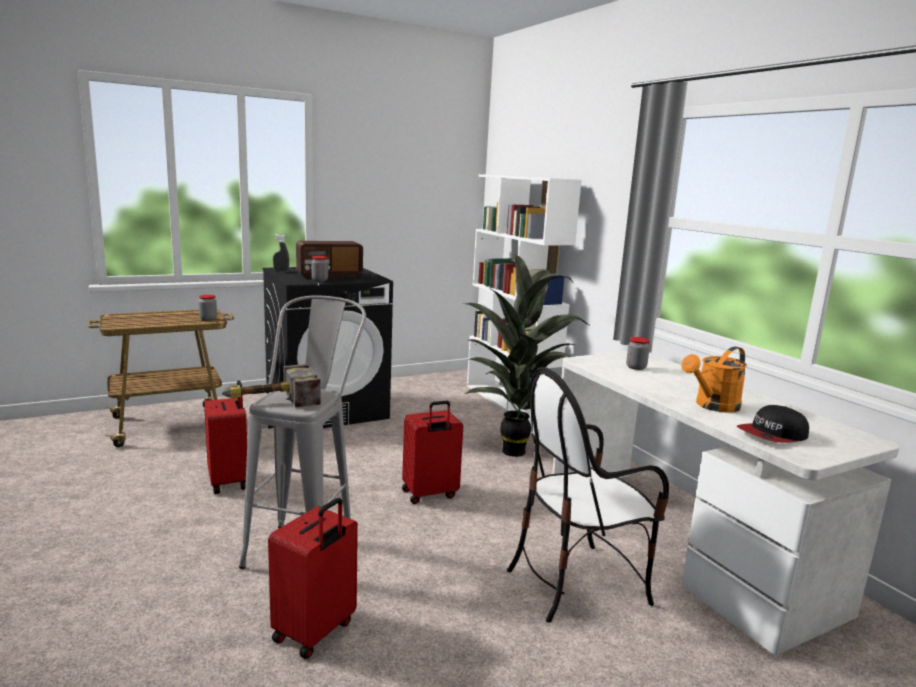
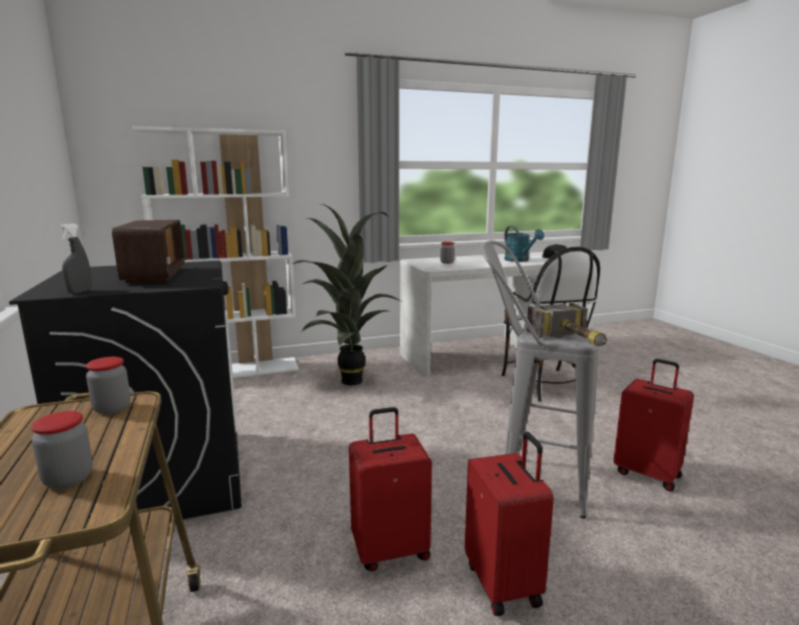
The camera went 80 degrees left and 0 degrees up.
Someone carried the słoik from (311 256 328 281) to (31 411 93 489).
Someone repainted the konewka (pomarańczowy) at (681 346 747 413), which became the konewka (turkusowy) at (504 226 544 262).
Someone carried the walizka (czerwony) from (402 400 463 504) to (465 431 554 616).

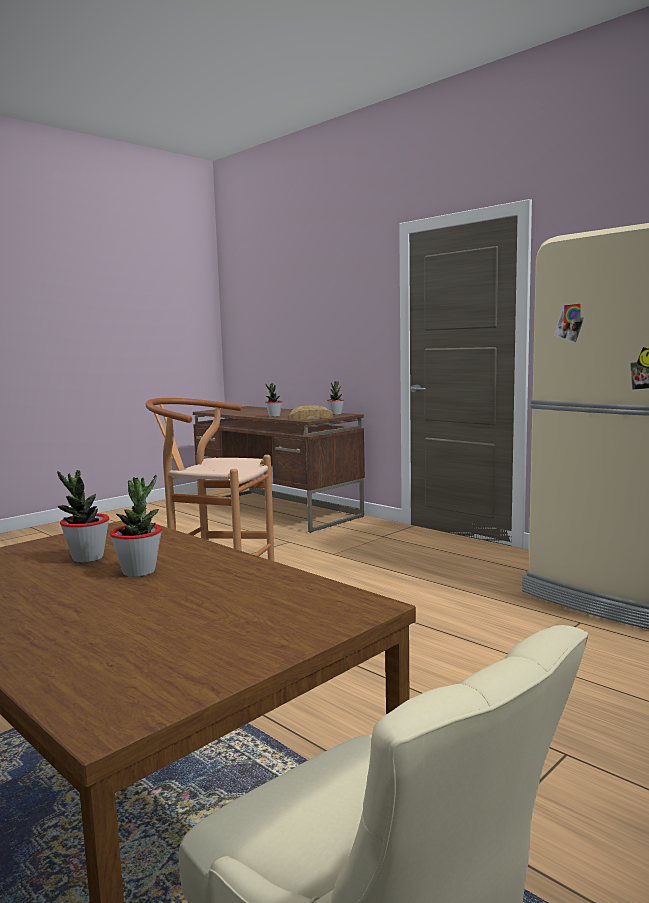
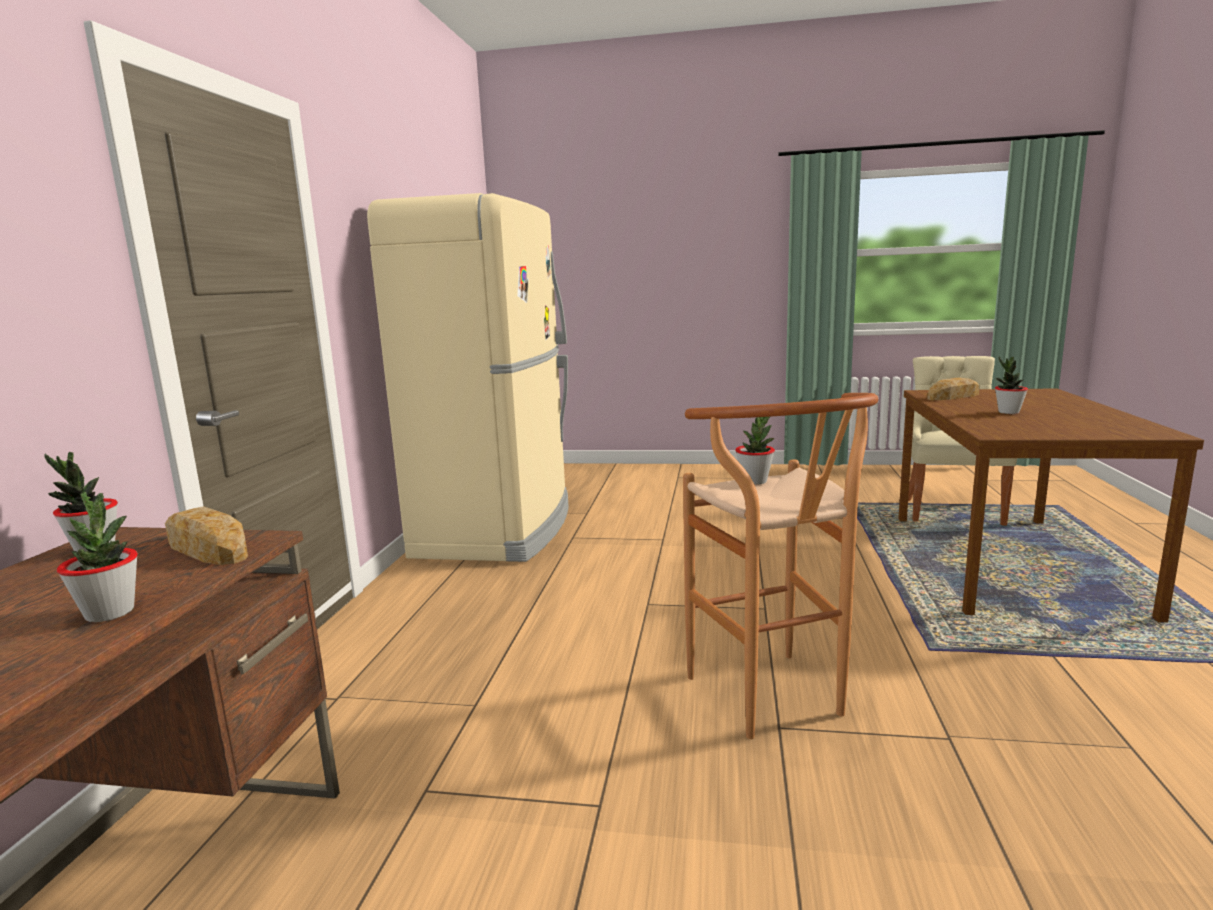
The camera went 125 degrees left and 5 degrees up.
Someone carried the roślina doniczkowa from (57 470 109 563) to (735 417 775 485).
Someone put down the chleb at (927 377 980 400).

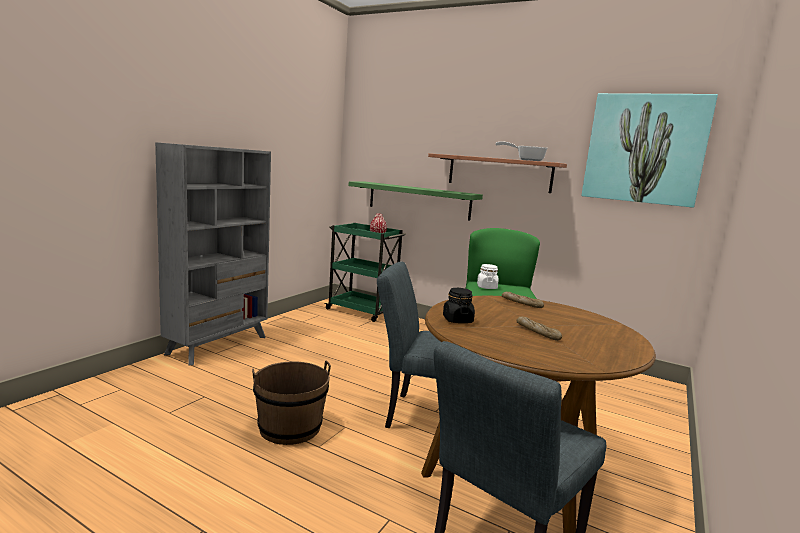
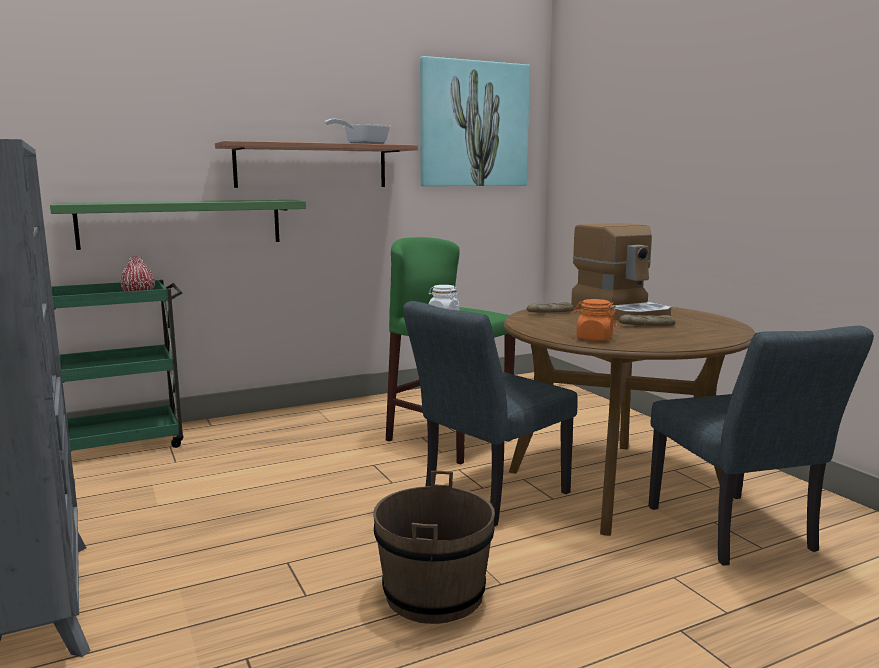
The camera went 55 degrees left and 0 degrees up.
Someone repainted the słoik (czarny) at (443 288 475 323), which became the słoik (pomarańczowy) at (574 299 617 341).
Someone put down the ekspres do kawy at (571 223 671 321).

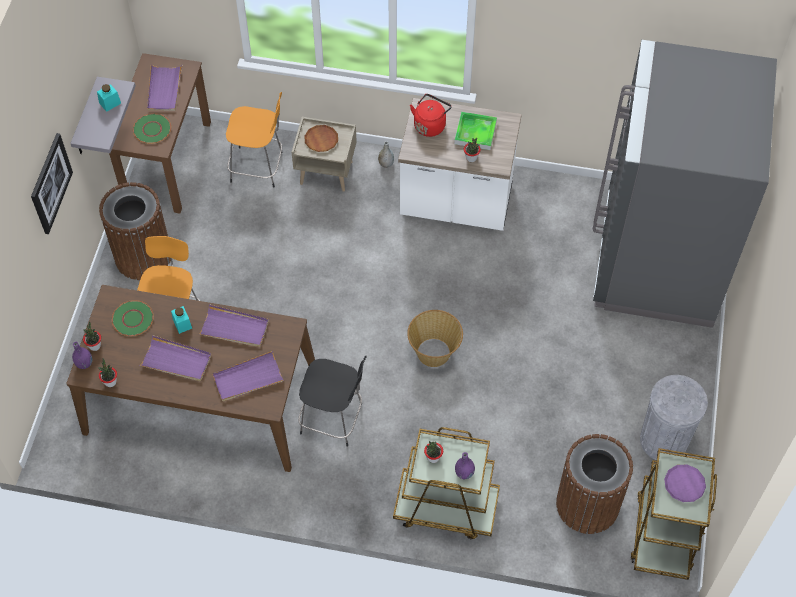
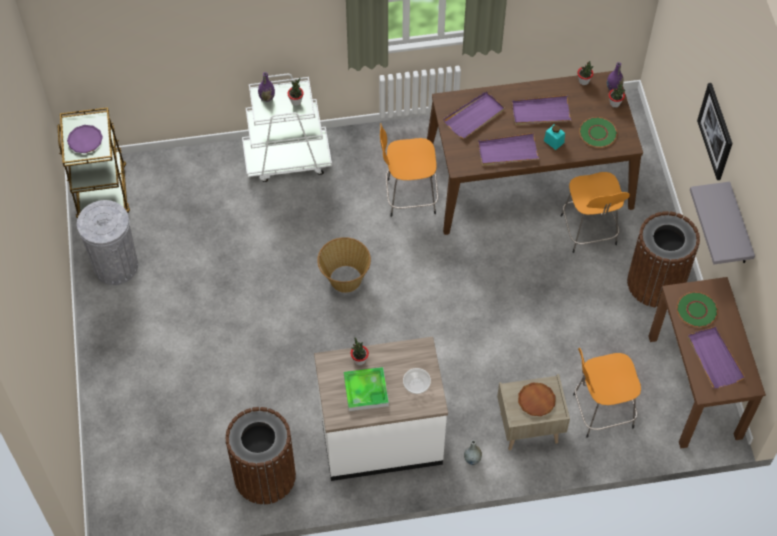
The camera went 160 degrees right and 0 degrees up.
Someone took away the lodówka (szary) at (593 40 777 328).
Someone took away the słoik (turkusowy) at (97 84 121 112).
Someone swapped the czajnik (czerwony) at (410 94 452 137) for the miska at (403 368 431 394).
Someone repainted the stołek (czarny) at (298 356 367 447), which became the stołek (pomarańczowy) at (380 123 438 217).
Someone repainted the wózek (brązowy) at (393 427 500 539), which became the wózek (biały) at (242 74 332 182).
Someone carried the kosz na śmieci (brązowy) from (556 434 633 534) to (225 407 296 504).

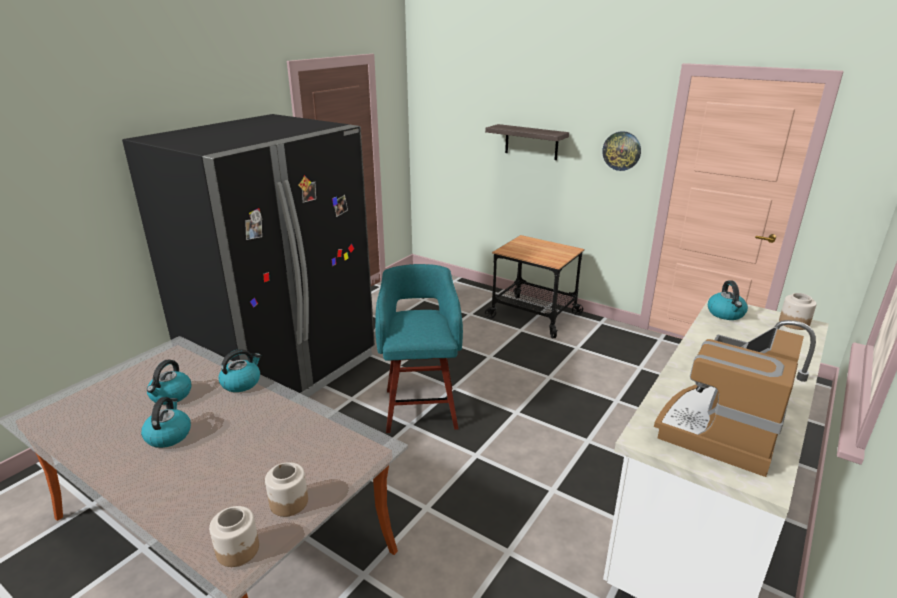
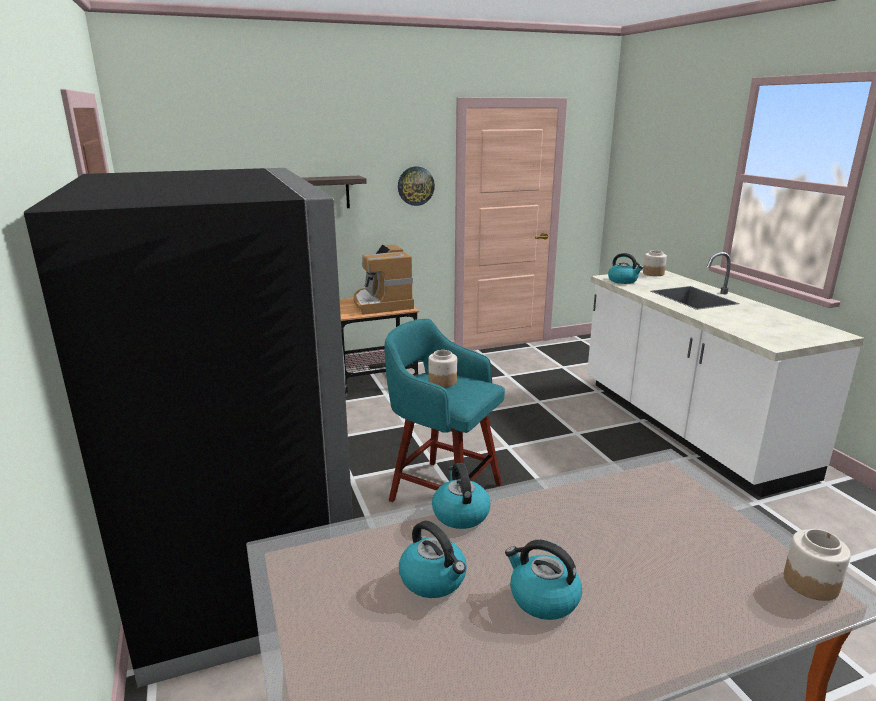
The camera went 55 degrees left and 5 degrees down.
Someone carried the ekspres do kawy from (654 327 804 477) to (353 245 414 315).
Someone carried the słoik from (265 462 308 517) to (428 350 457 387).

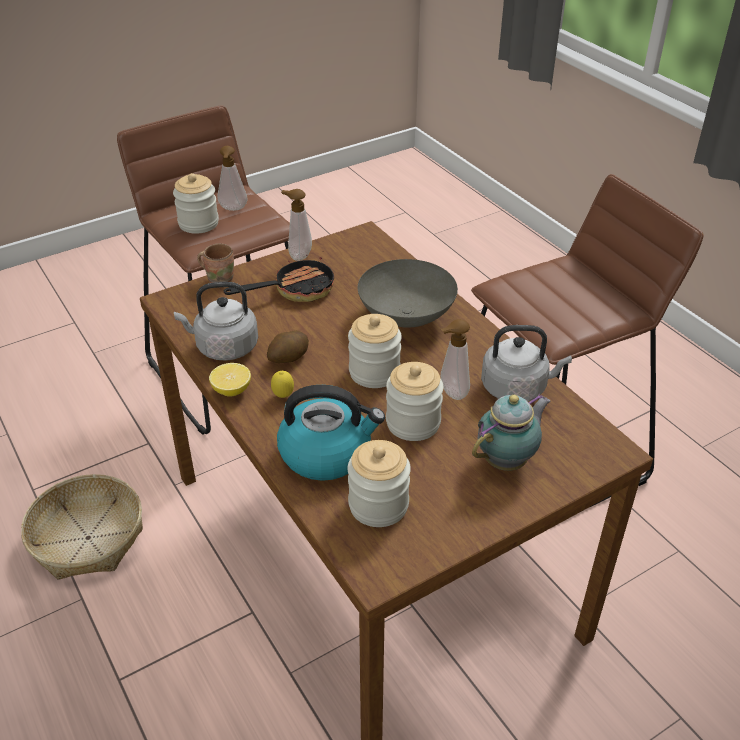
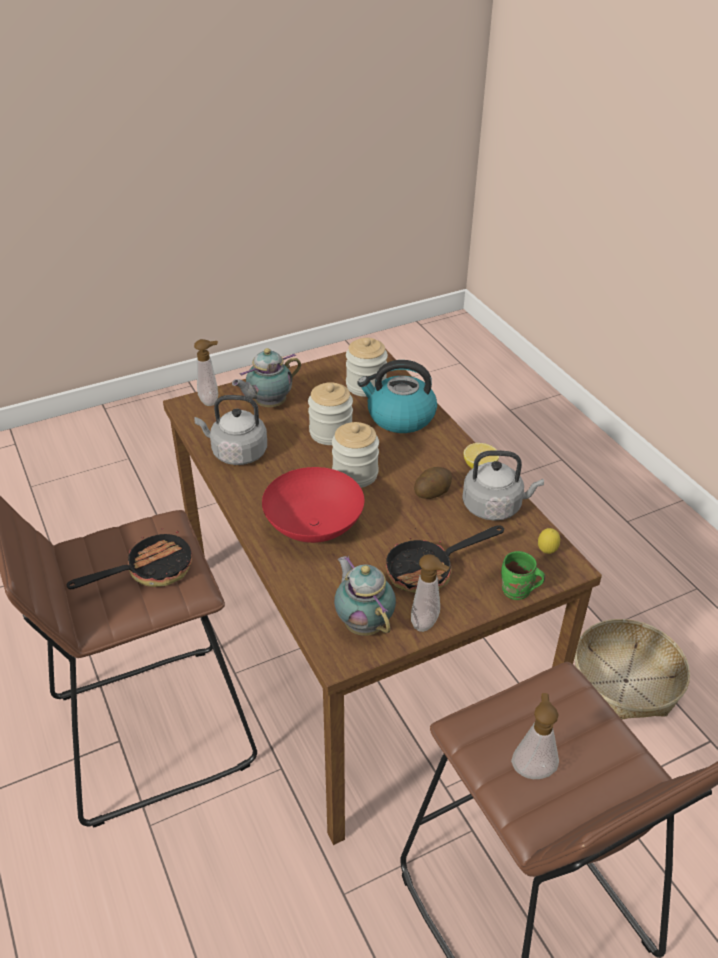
The camera went 175 degrees left and 0 degrees up.
Someone took away the słoik at (173 173 219 234).
Someone repainted the kubek (brązowy) at (197 243 234 283), which became the kubek (zielony) at (501 551 545 600).
Someone repainted the miska (szary) at (358 259 458 328), which became the miska (czerwony) at (262 467 364 543).
Someone carried the dozownik mydła from (441 319 470 400) to (194 339 218 406).
Someone carried the cytryna from (271 371 294 398) to (538 528 560 554).
Someone put down the patelnia at (67 528 192 589).
Someone put down the imbryk at (334 556 396 636).

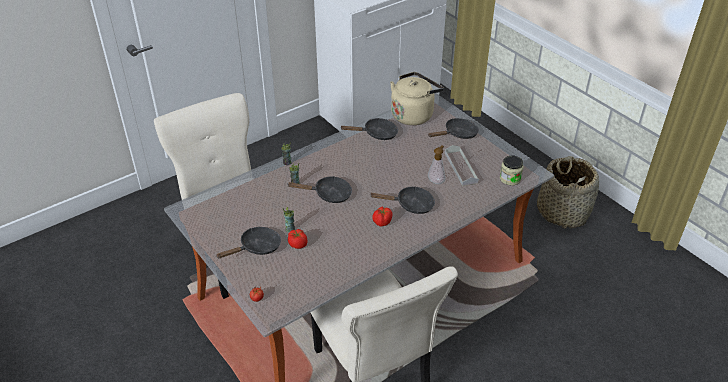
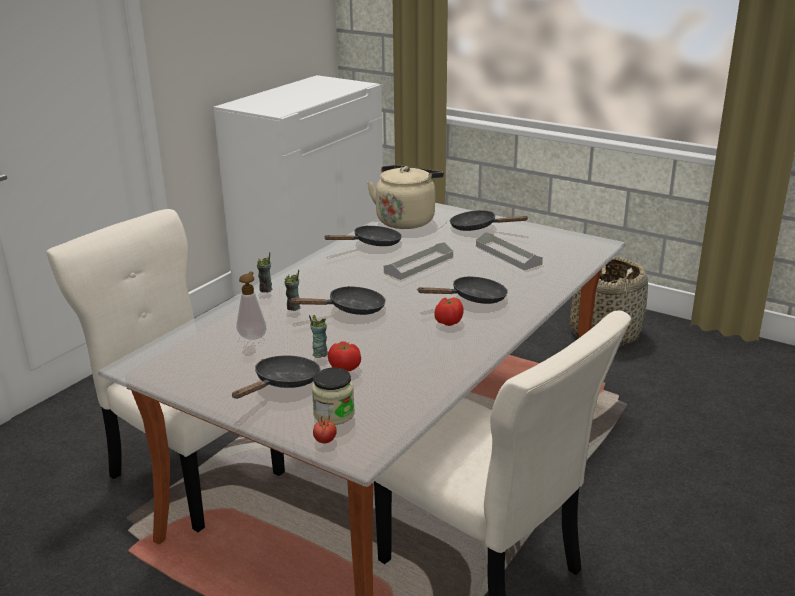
The camera went 20 degrees left and 15 degrees down.
Someone rotated the patelnia (czarny) at (428 118 479 139) by 105 degrees counterclockwise.
Someone carried the dozownik mydła from (428 145 445 184) to (236 272 266 340).
Someone carried the słoik from (500 155 524 185) to (312 368 355 425).
Someone put down the taca (szary) at (384 242 453 280).

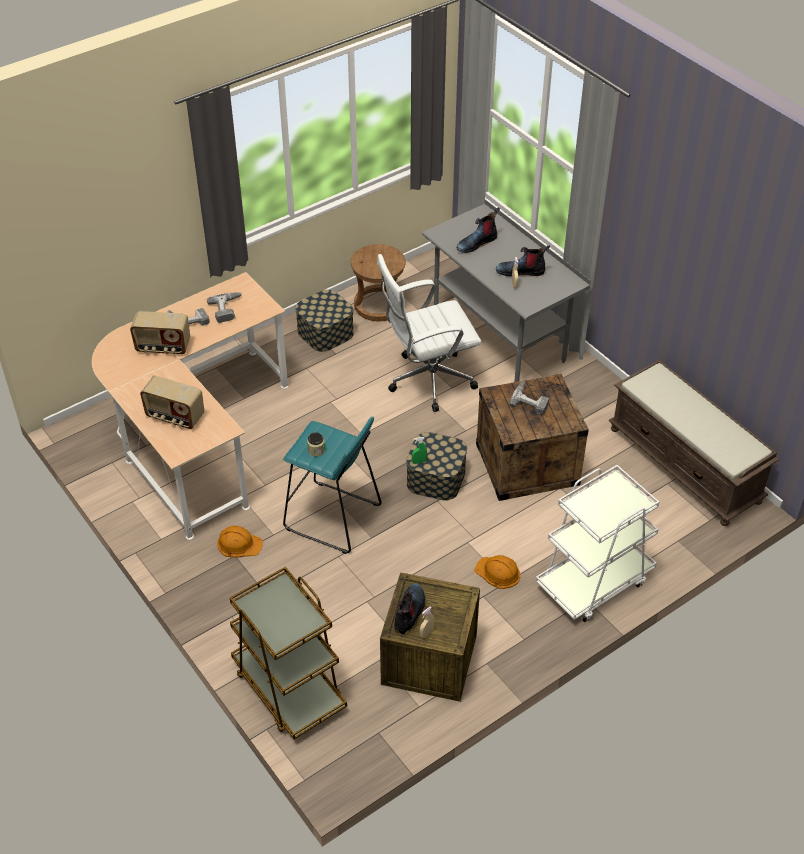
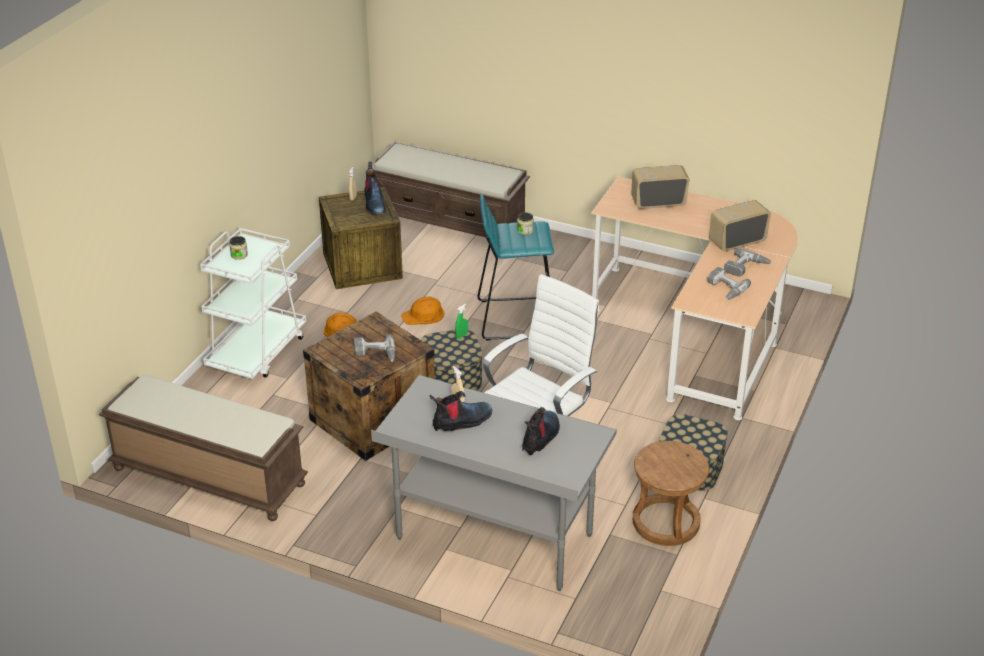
The camera went 150 degrees right and 10 degrees down.
Someone carried the kask (pomarańczowy) from (217 526 263 558) to (401 296 445 325).
Someone swapped the wózek (brązowy) at (230 567 347 739) for the ławka (brązowy) at (372 141 530 237).
Someone put down the słoik at (229 236 248 260).

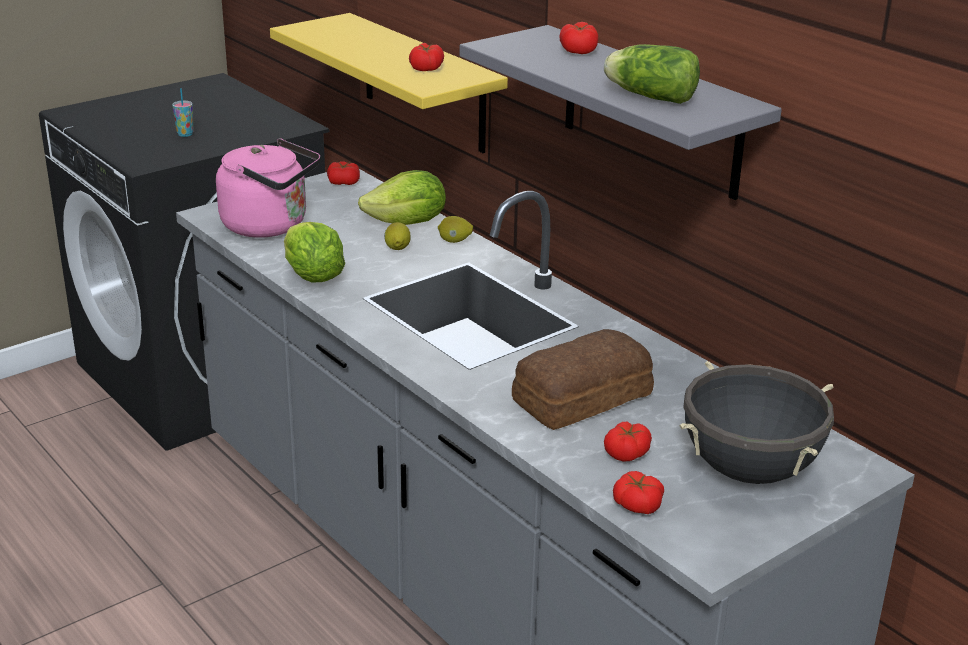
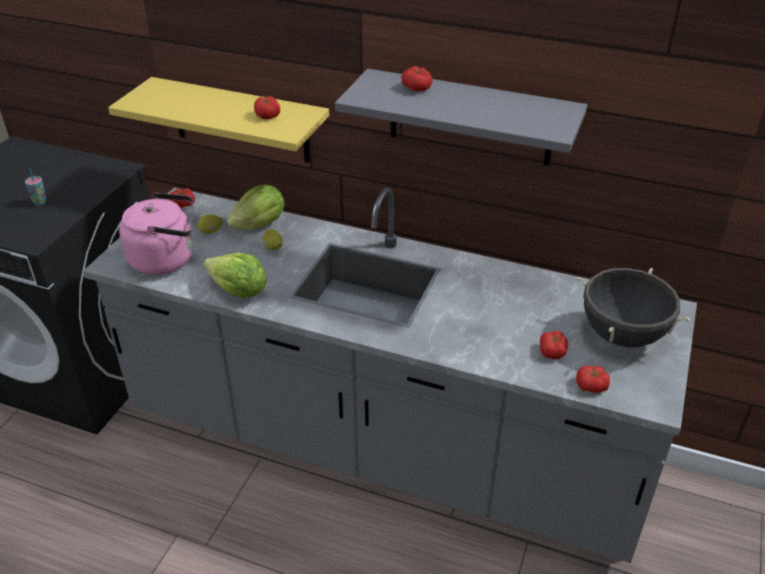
The camera went 30 degrees left and 10 degrees up.
Someone took away the sałata at (604 44 700 104).
Someone carried the cytryna from (438 216 473 243) to (197 214 223 234).
Someone took away the chleb at (512 329 654 430).

